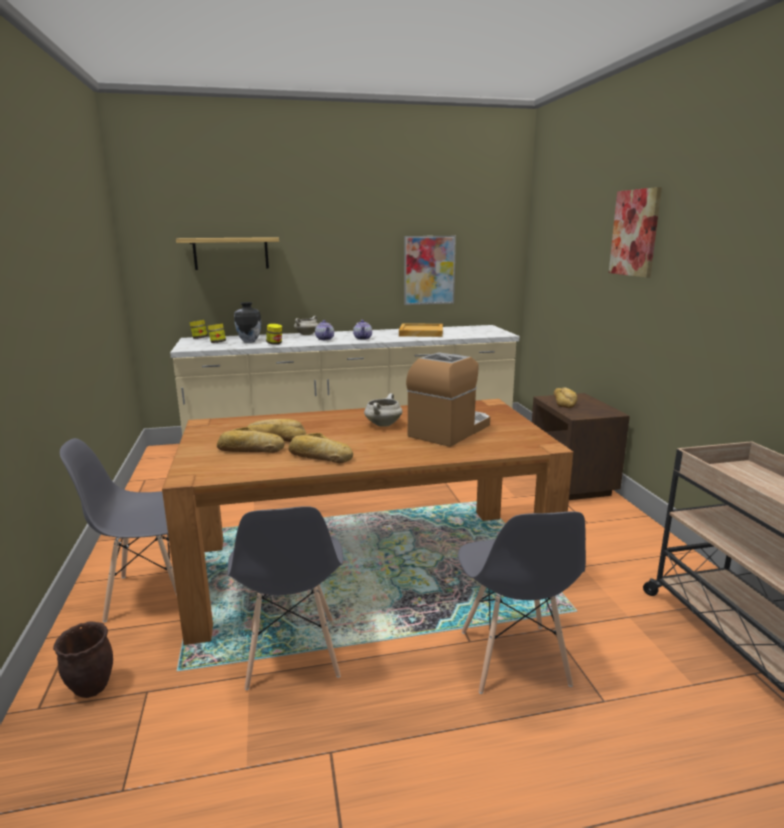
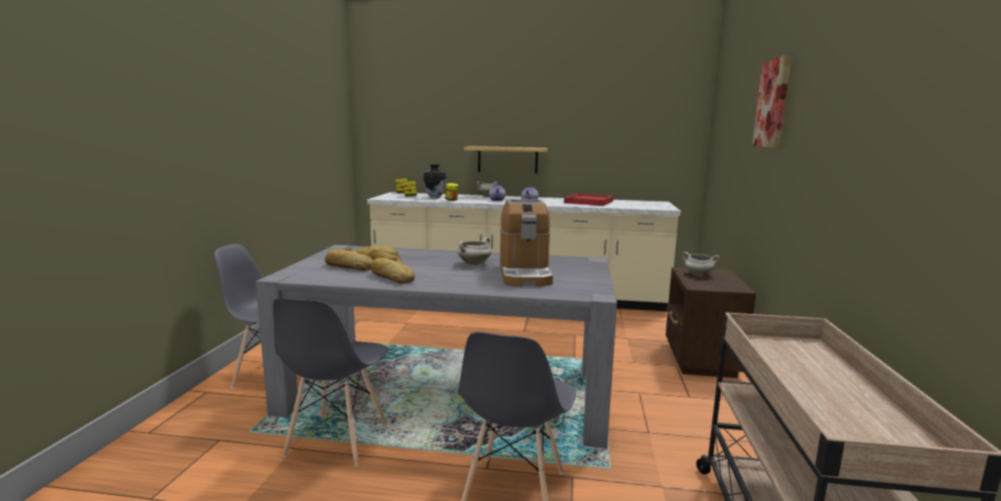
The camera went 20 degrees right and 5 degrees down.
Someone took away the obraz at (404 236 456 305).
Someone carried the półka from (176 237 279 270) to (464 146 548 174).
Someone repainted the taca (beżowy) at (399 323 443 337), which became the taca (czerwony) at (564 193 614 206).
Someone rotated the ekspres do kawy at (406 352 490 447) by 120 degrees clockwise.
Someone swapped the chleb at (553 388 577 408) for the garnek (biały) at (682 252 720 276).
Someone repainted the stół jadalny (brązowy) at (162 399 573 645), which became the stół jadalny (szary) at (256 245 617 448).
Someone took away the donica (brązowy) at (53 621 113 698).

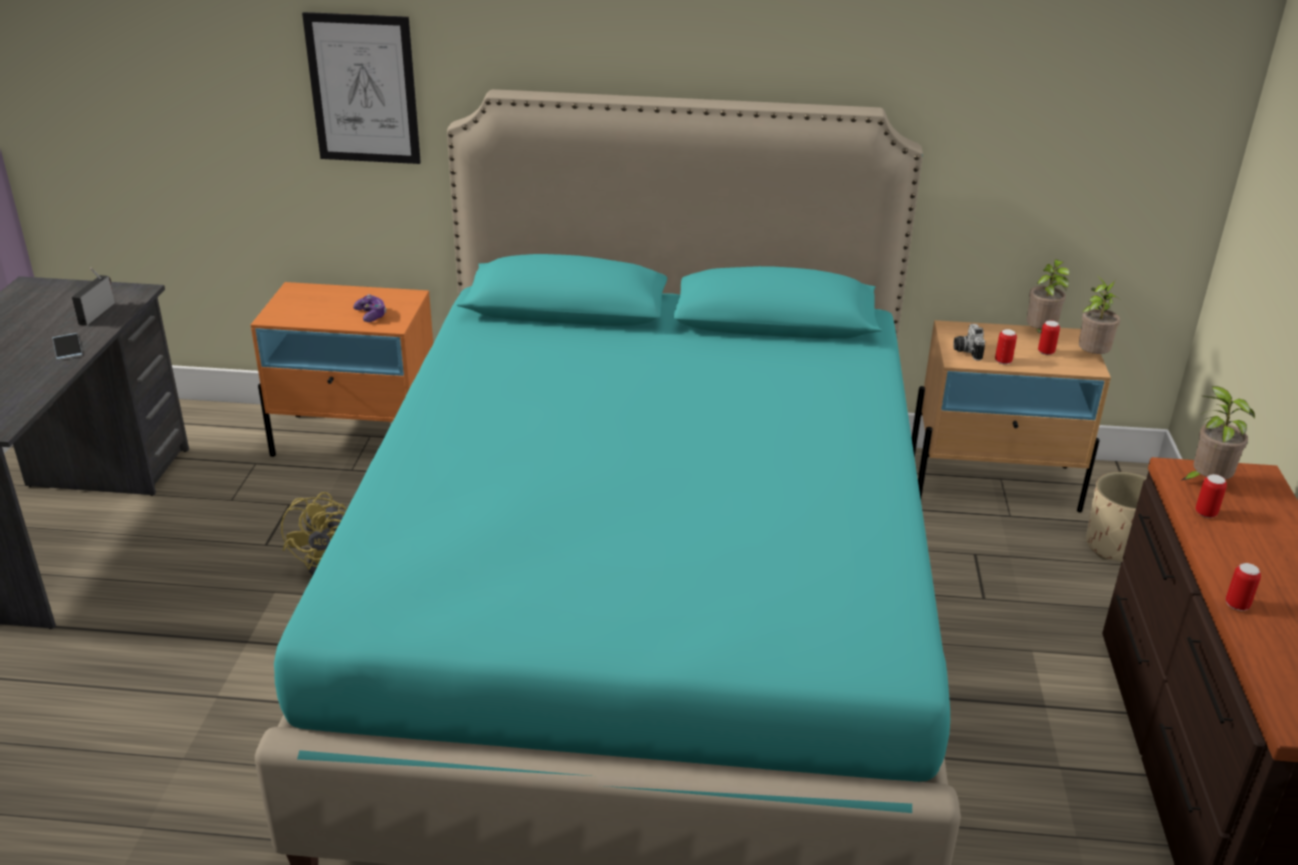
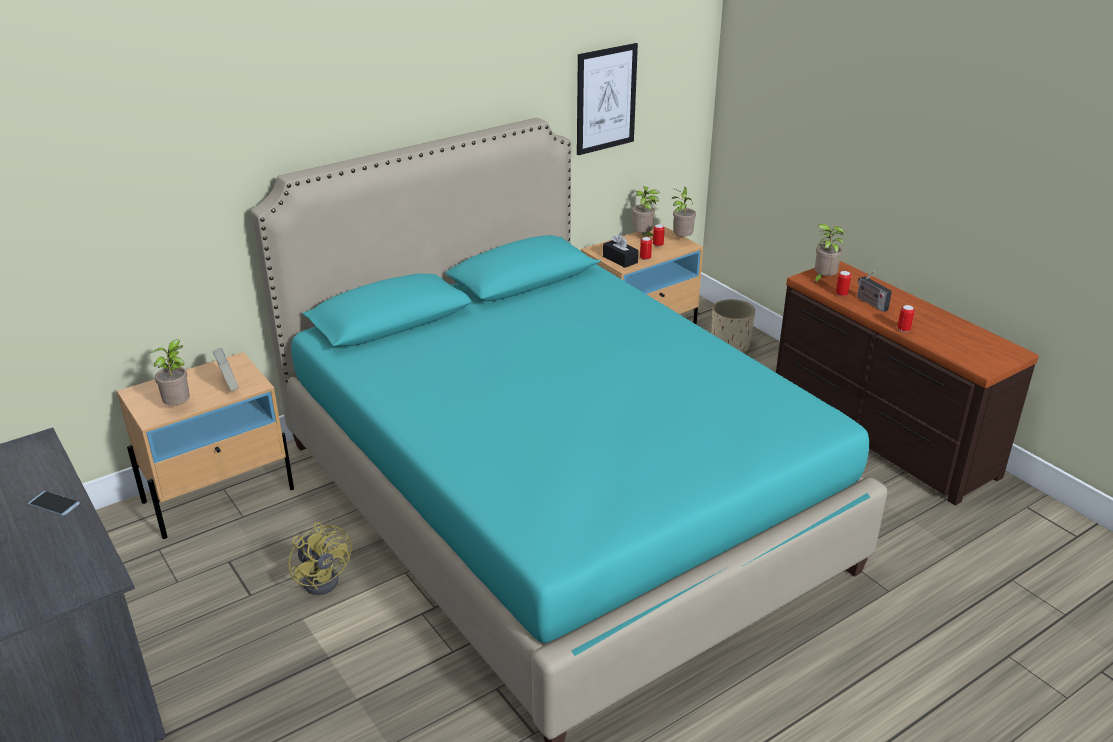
The camera went 40 degrees left and 0 degrees up.
Someone carried the obraz from (302 12 421 164) to (577 43 638 155).
Someone carried the radio from (72 268 115 326) to (857 271 892 312).
Someone repainted the szafka nocna (pomarańczowy) at (251 282 433 457), which became the szafka nocna (beżowy) at (117 352 294 539).
Someone swapped the pad do gier at (353 294 386 322) for the książka at (213 348 239 391).
Someone swapped the aparat fotograficzny at (953 324 985 360) for the pudełko chusteczek (czarny) at (603 234 638 268).
Someone put down the roślina doniczkowa at (150 339 190 405).

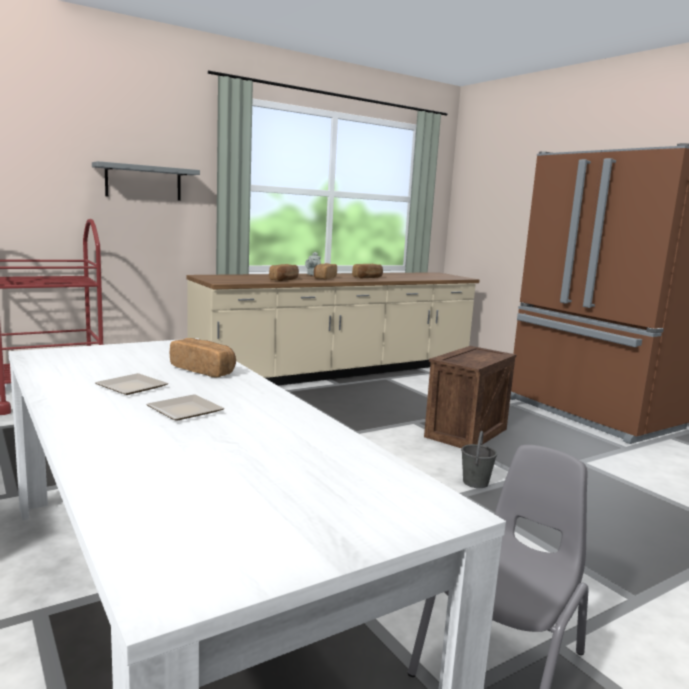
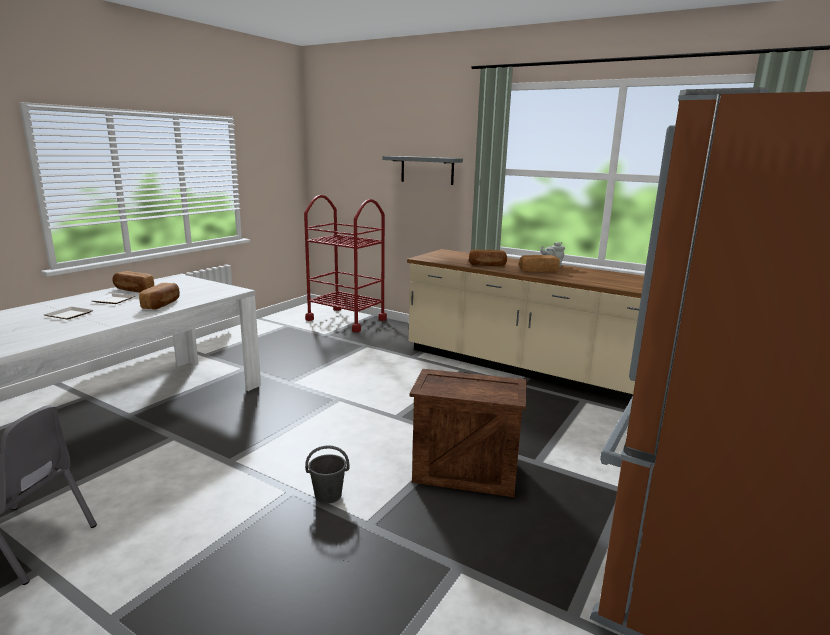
The camera went 65 degrees right and 5 degrees up.
Someone carried the chleb from (352 264 383 278) to (112 271 154 292).

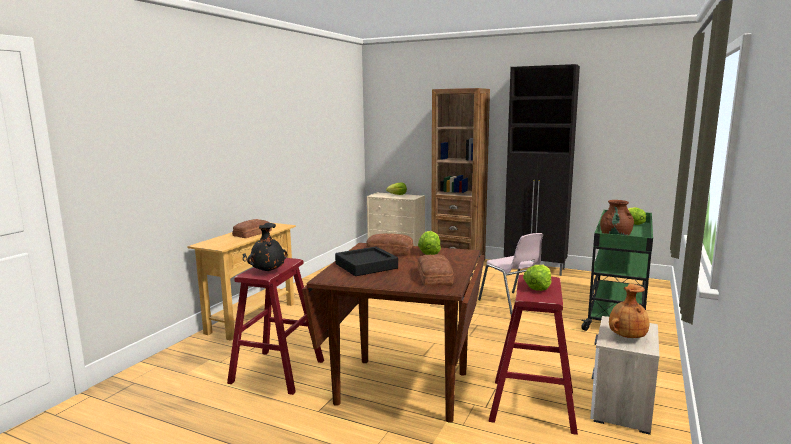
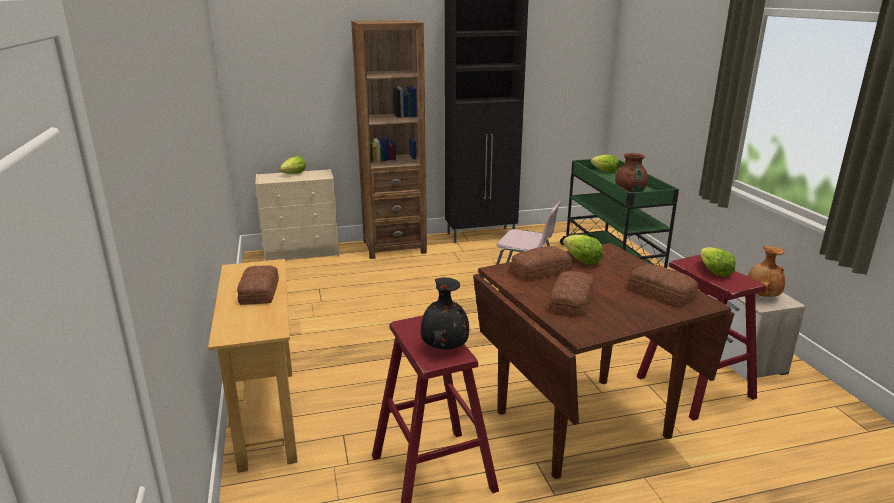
The camera went 40 degrees left and 10 degrees up.
Someone swapped the taca (czarny) at (335 247 398 276) for the chleb at (549 271 594 316).

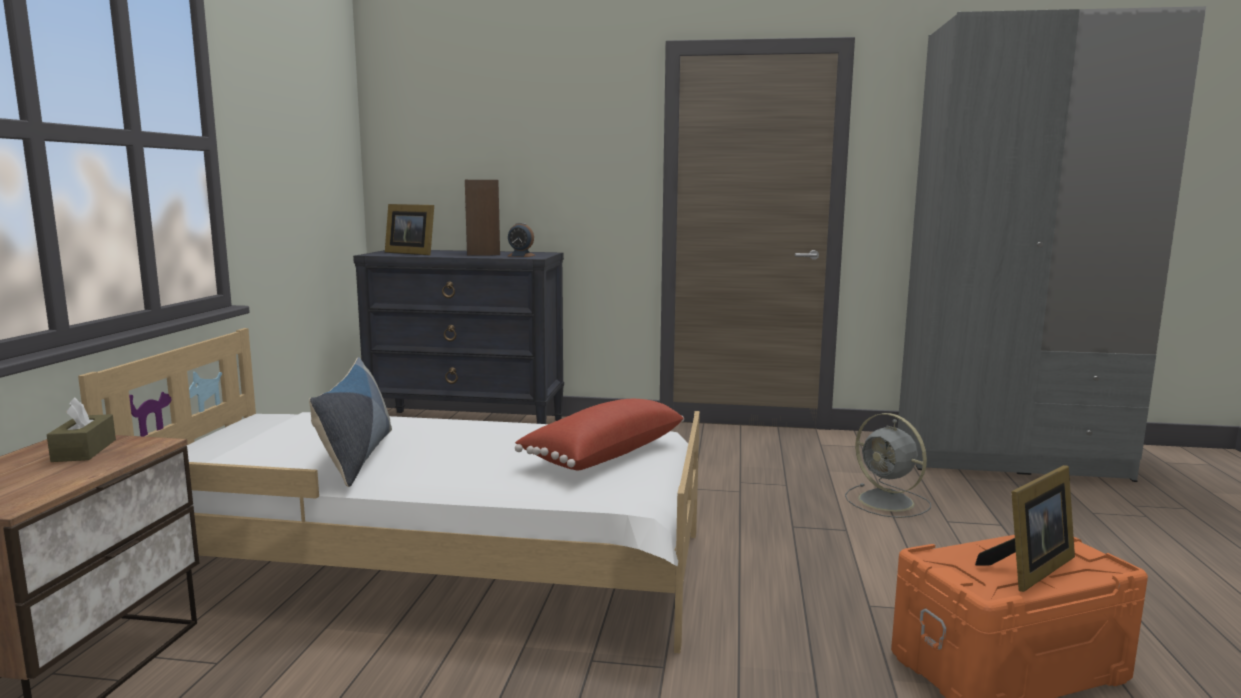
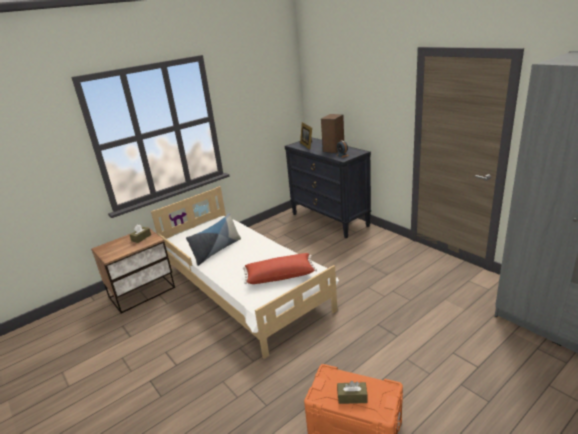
The camera went 45 degrees right and 15 degrees up.
Someone took away the wentylator (szary) at (845 413 931 518).
Someone swapped the ramka na zdjęcie at (975 465 1075 592) for the pudełko chusteczek (brązowy) at (337 381 368 404).

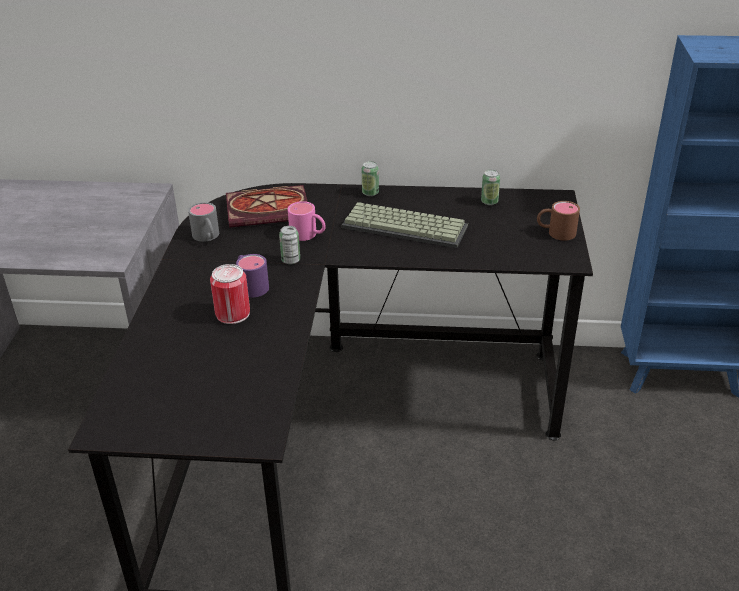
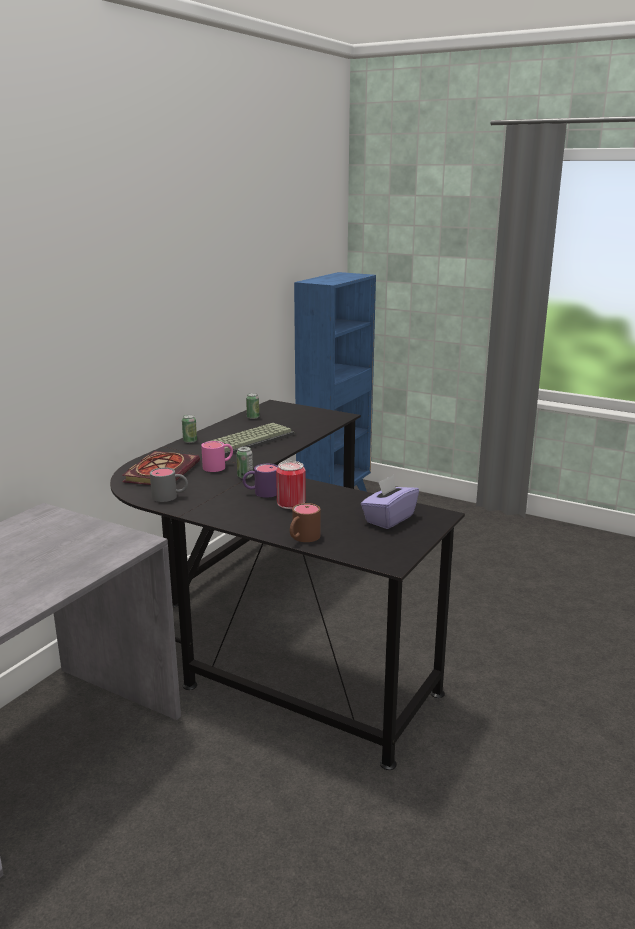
The camera went 65 degrees left and 15 degrees down.
Someone carried the kubek (brązowy) from (537 201 580 241) to (290 503 320 542).
Someone put down the pudełko chusteczek (fioletowy) at (361 475 419 529).

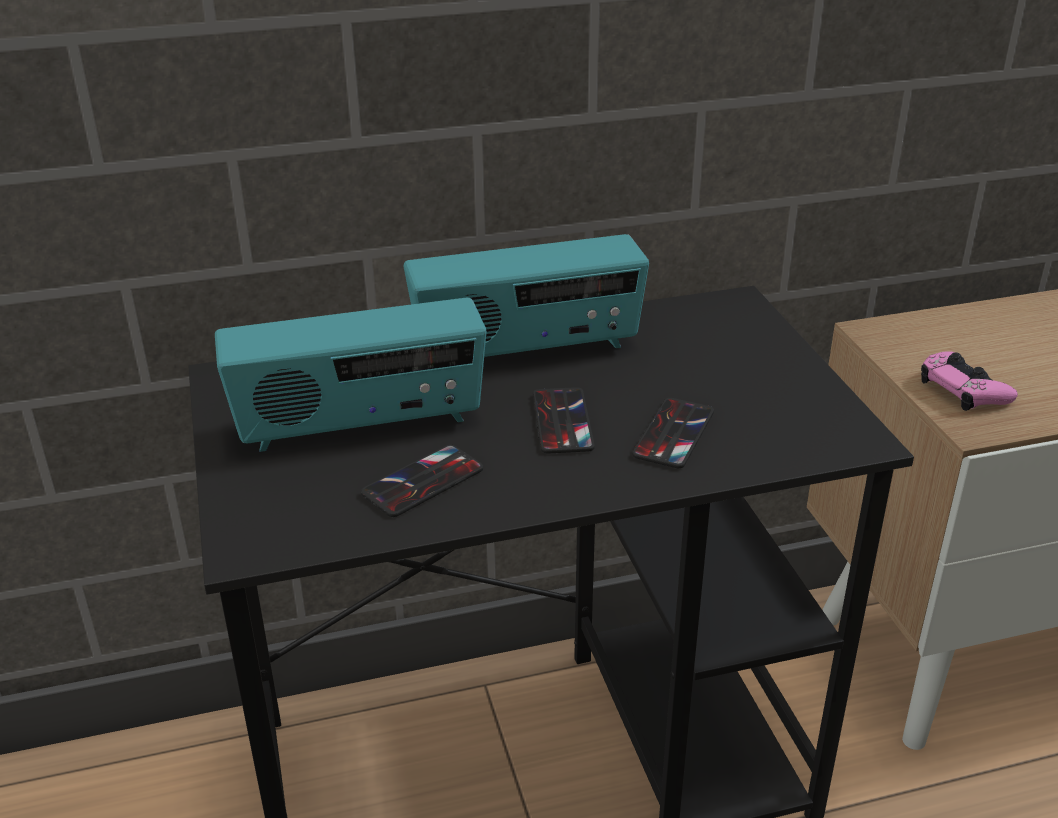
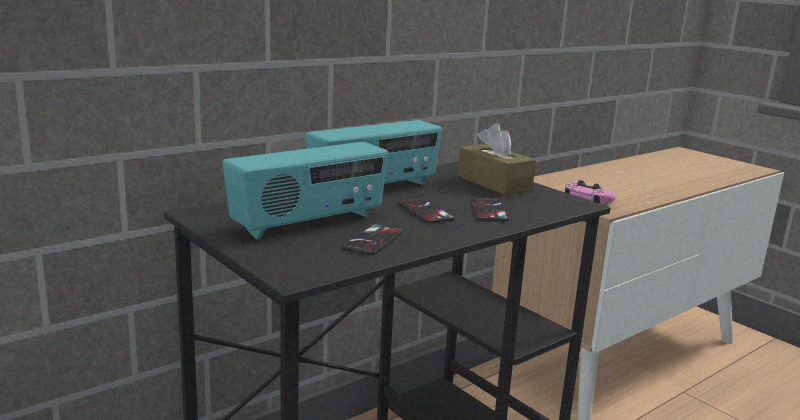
The camera went 25 degrees left and 15 degrees down.
Someone put down the pudełko chusteczek (brązowy) at (458 123 536 195).

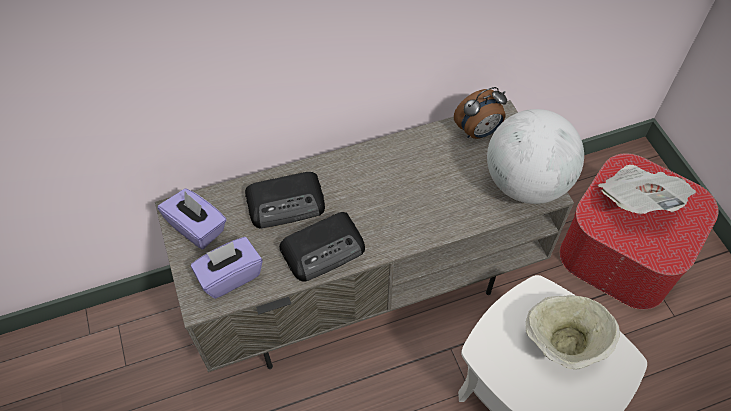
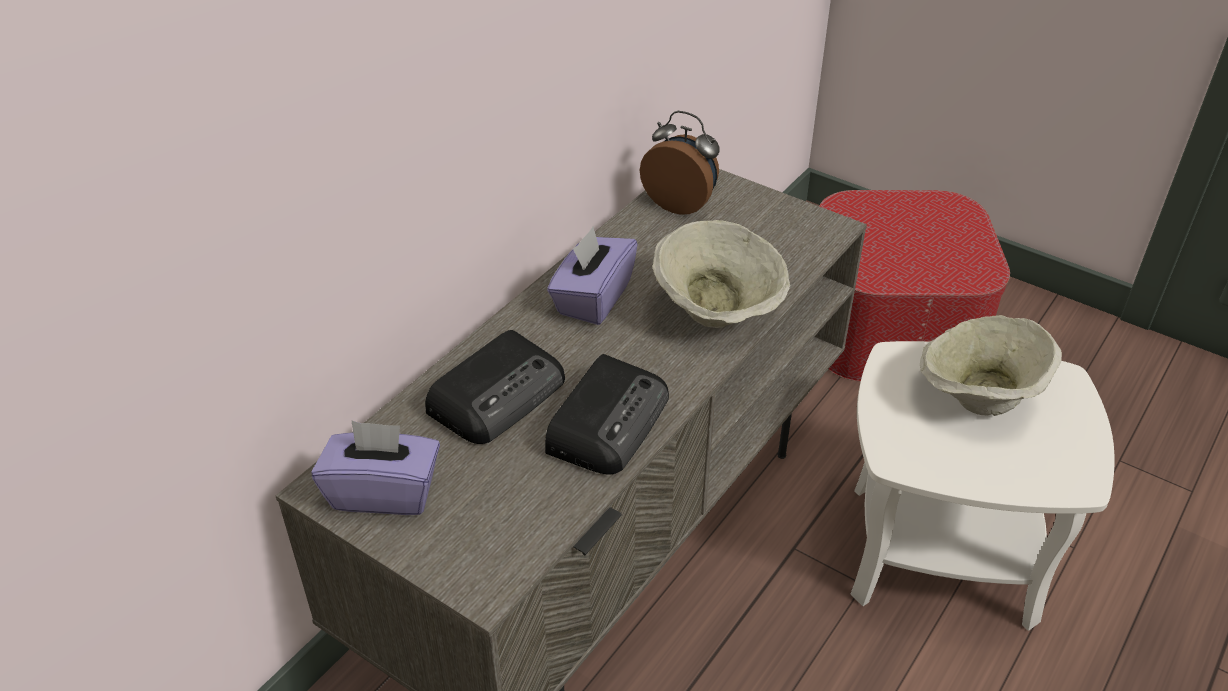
The camera went 35 degrees left and 15 degrees down.
Someone rotated the budzik at (454 87 507 139) by 90 degrees counterclockwise.
Someone took away the globus at (487 109 584 204).
Someone took away the gazeta at (598 165 696 214).
Someone carried the pudełko chusteczek (fioletowy) from (191 237 262 299) to (547 227 638 325).
Someone put down the miska (beżowy) at (652 220 790 328).

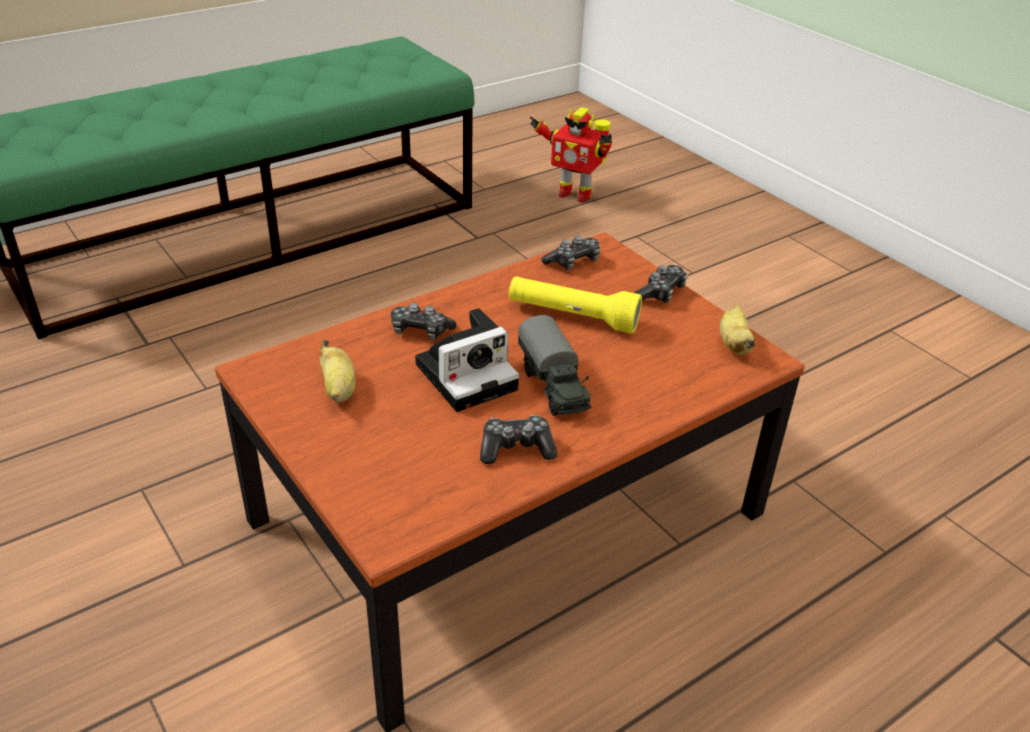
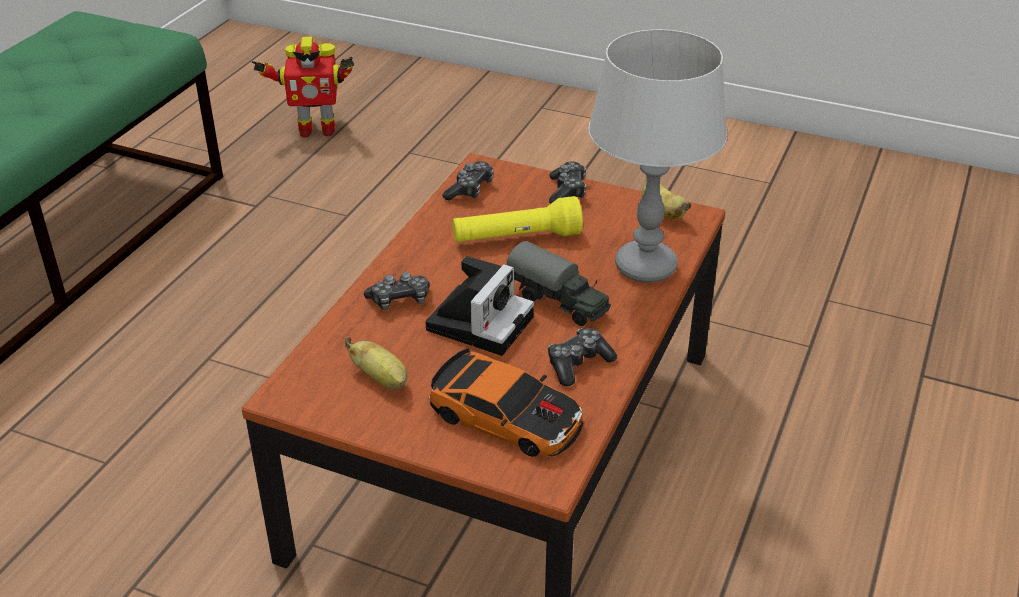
The camera went 30 degrees left and 0 degrees up.
Someone put down the lampa stołowa (szary) at (588 29 727 283).
Someone put down the samochodzik at (429 348 583 457).

